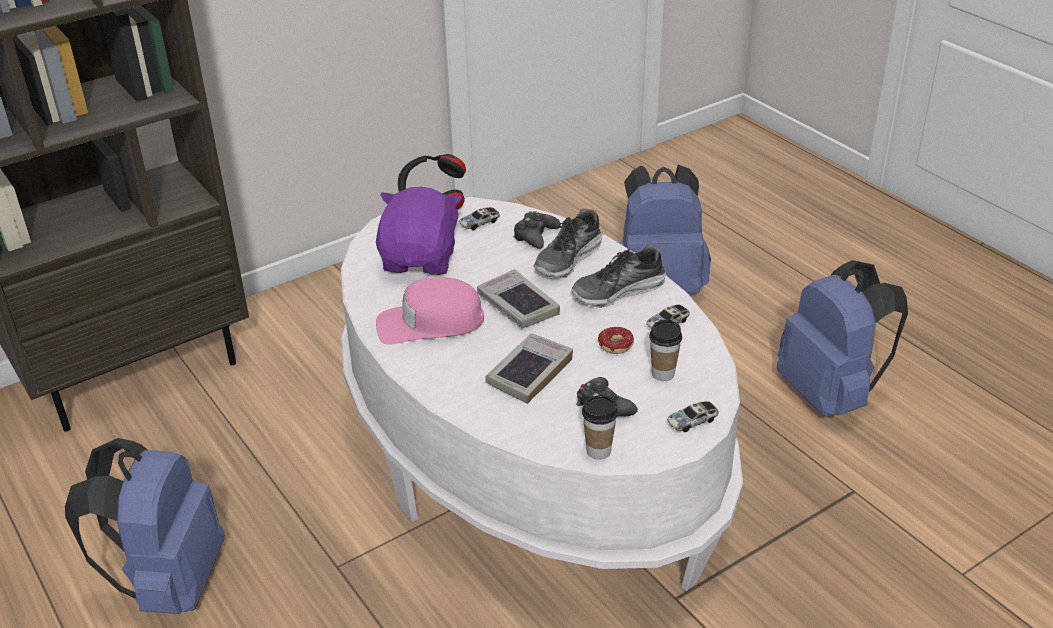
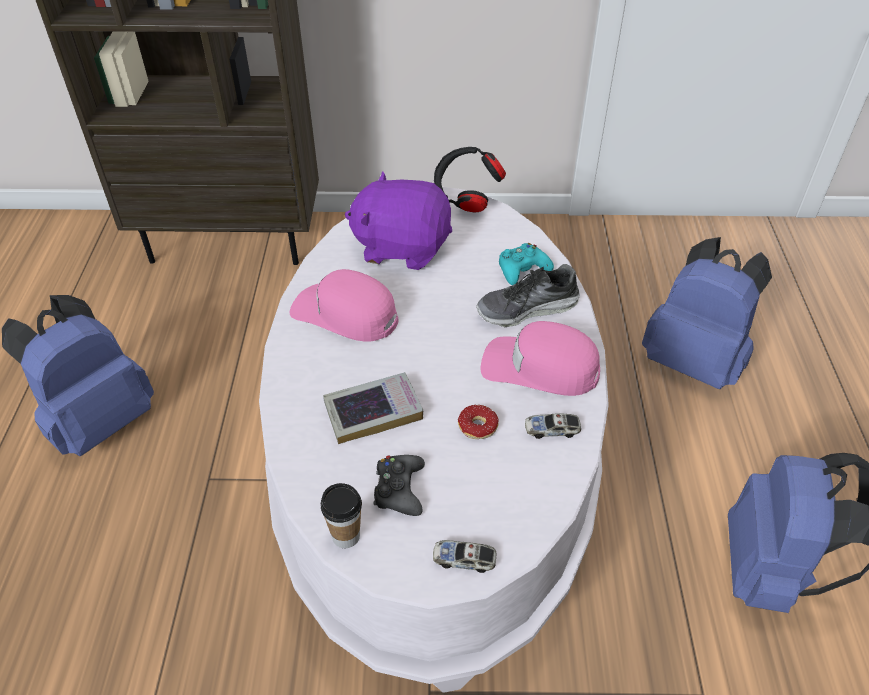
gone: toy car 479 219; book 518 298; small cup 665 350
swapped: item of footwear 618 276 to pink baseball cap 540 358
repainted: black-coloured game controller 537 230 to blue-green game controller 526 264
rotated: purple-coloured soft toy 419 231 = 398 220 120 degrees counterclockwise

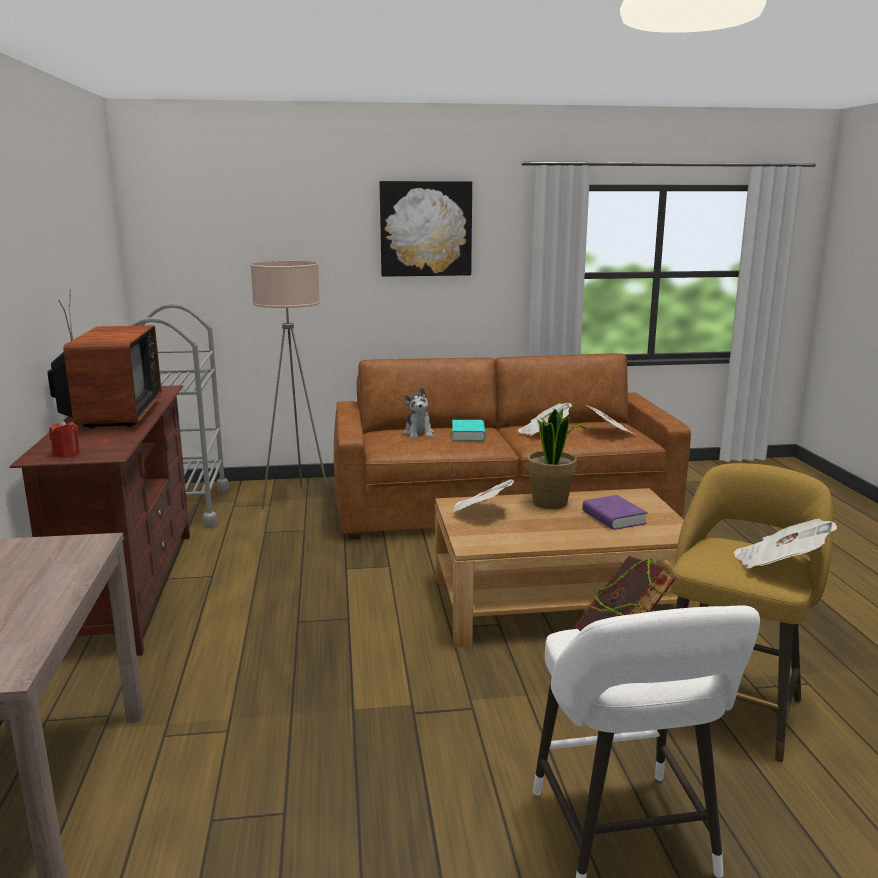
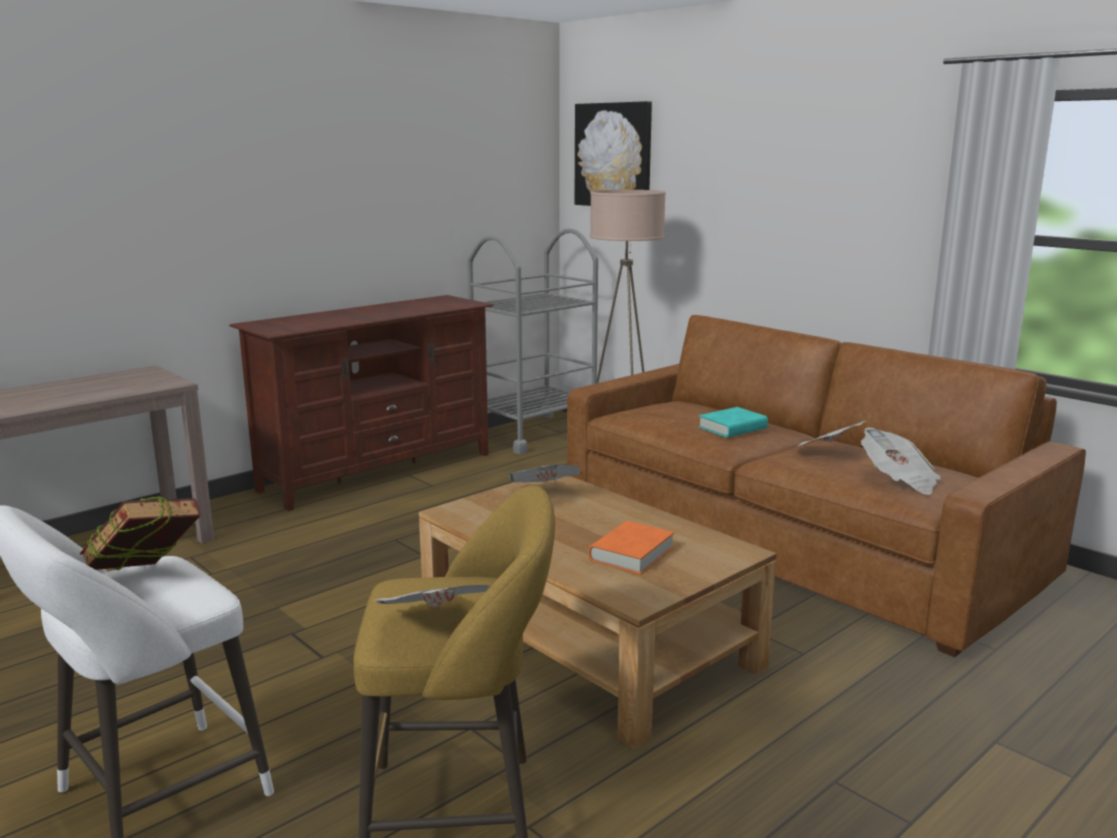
gone: TV set 105 358; red wax light 64 438; soft toy 419 413; houseplant 556 458
shifted: picture 425 229 to 613 153
repainted: purple-coloured book 615 512 to orange book 631 548

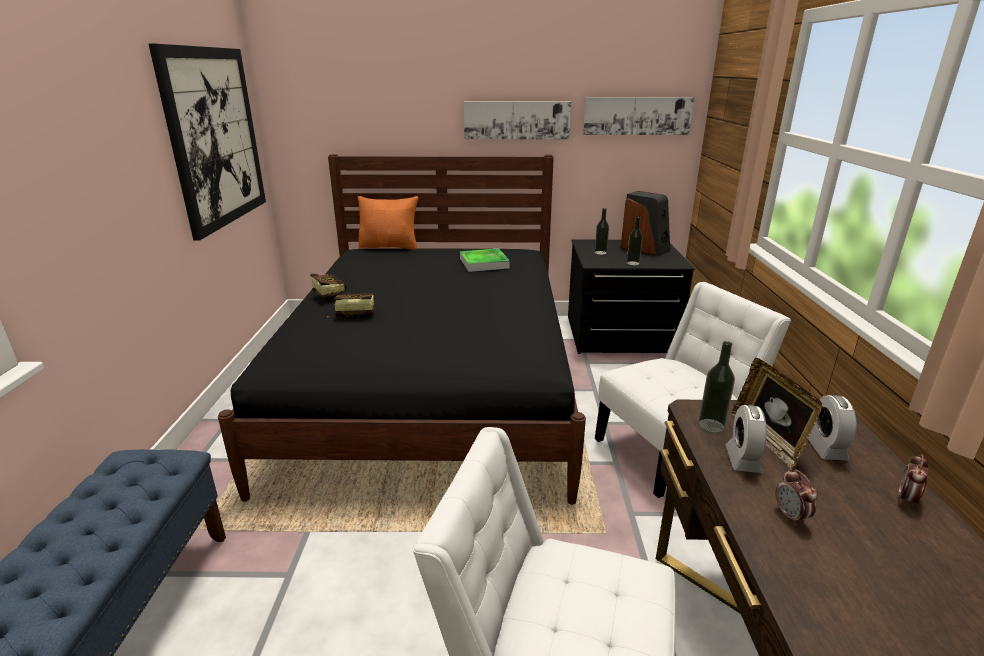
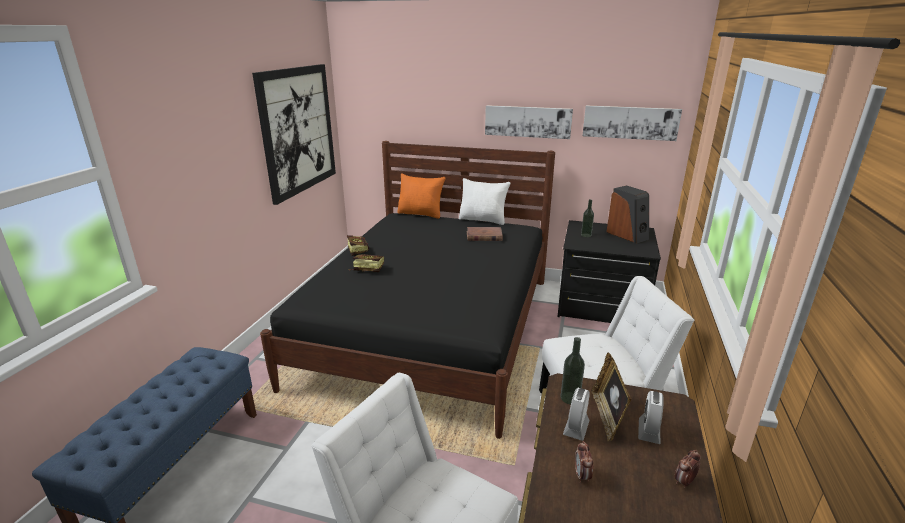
gone: bottle 635 241
new: white-coloured throw pillow 484 201
swapped: tray 485 260 to brownish book 485 234

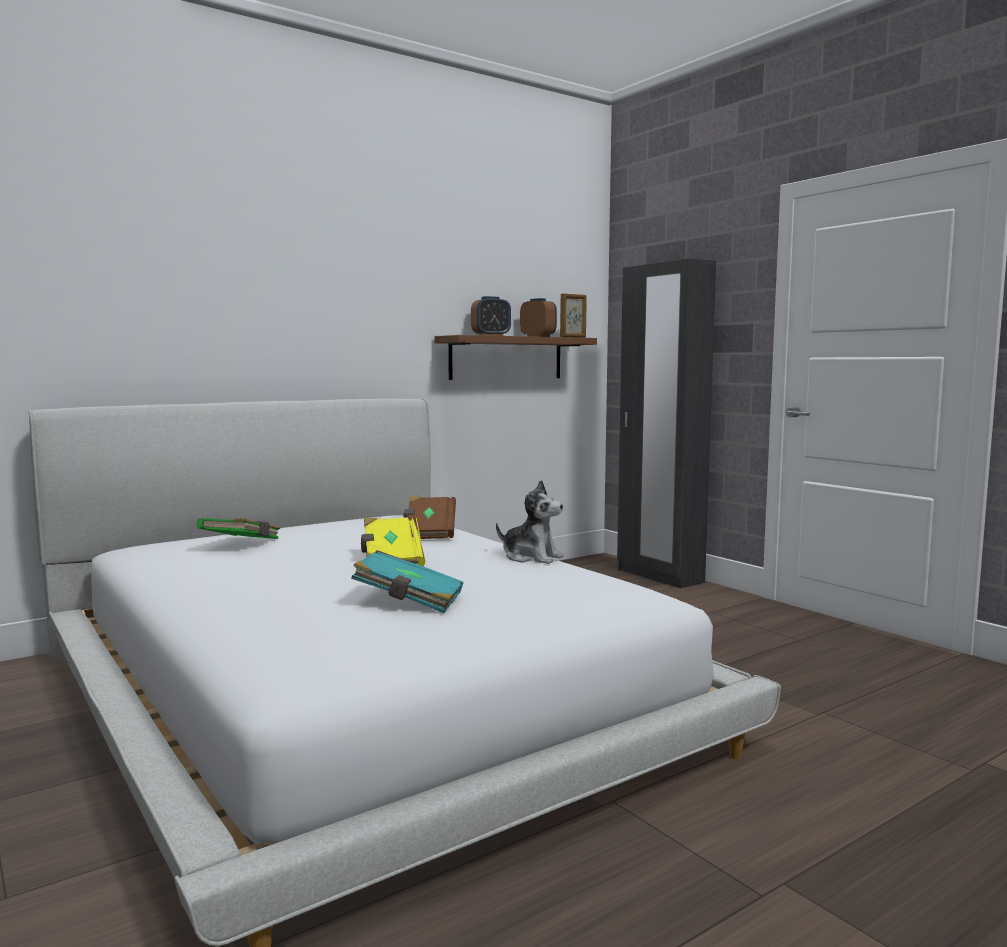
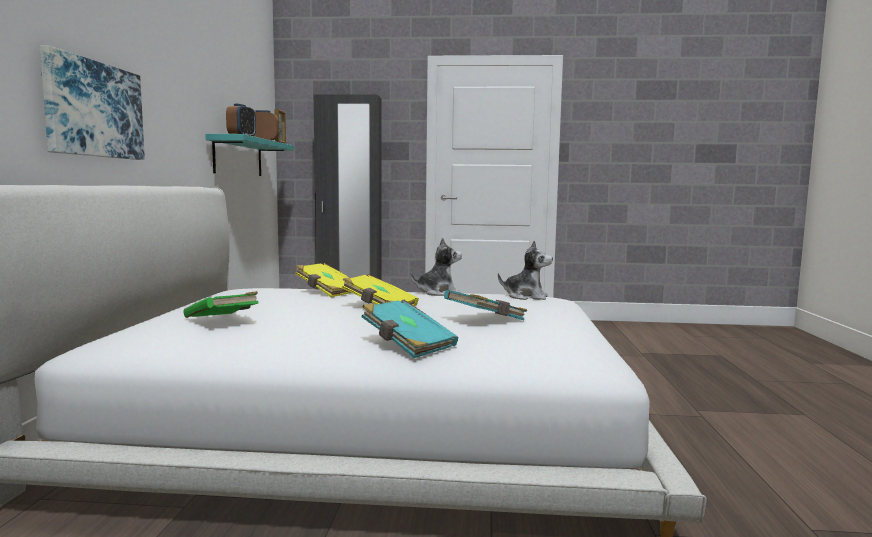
new: picture 92 102; blue-green book 410 329; soft toy 525 270
repainted: brownish shelf 515 357 to blue-green shelf 249 155; brownish book 430 517 to yellow book 323 280

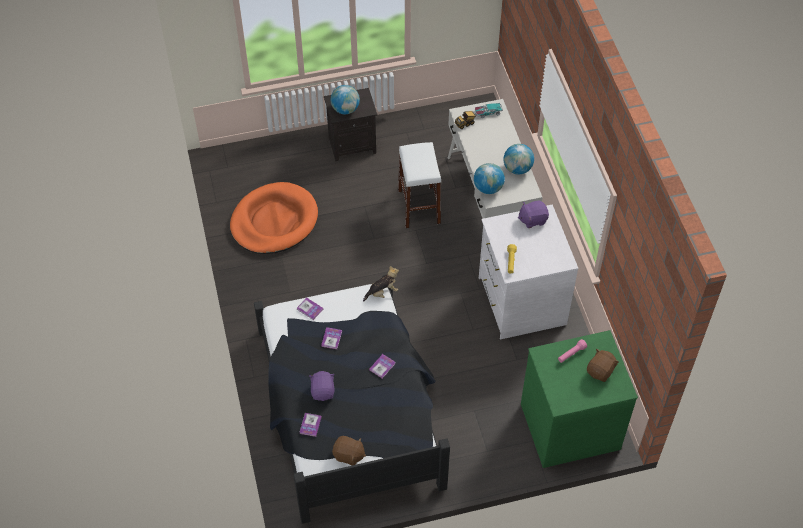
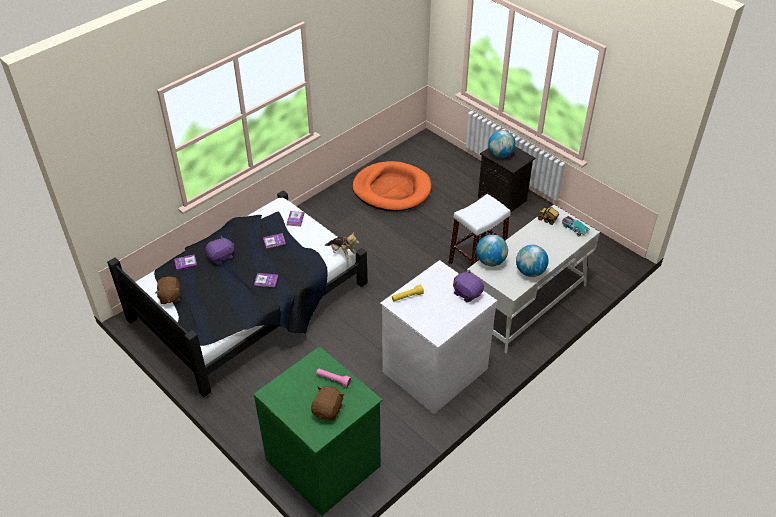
rotated: brownish soft toy 603 365 = 327 403 75 degrees counterclockwise

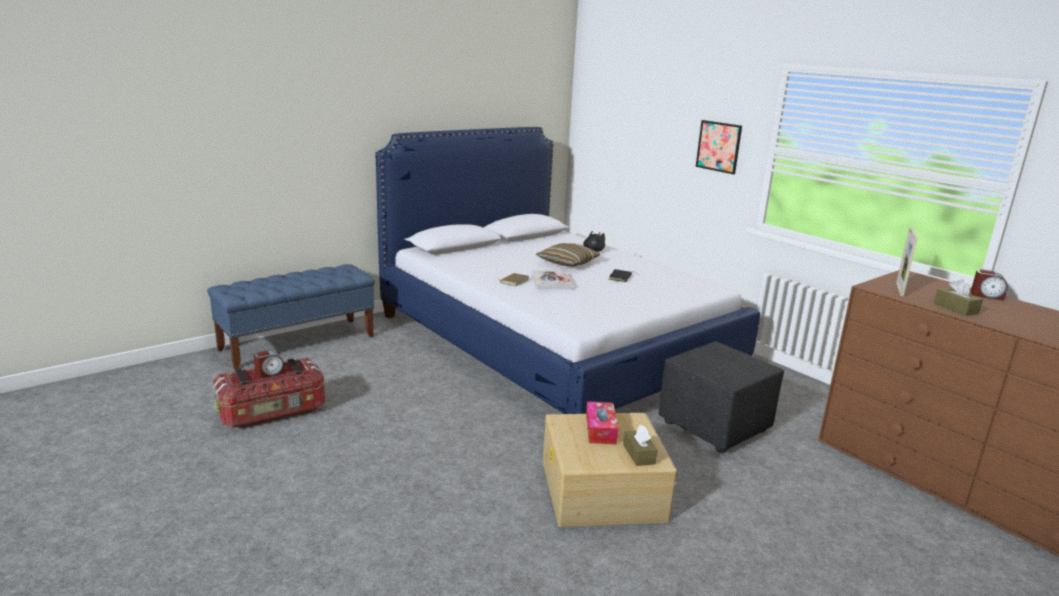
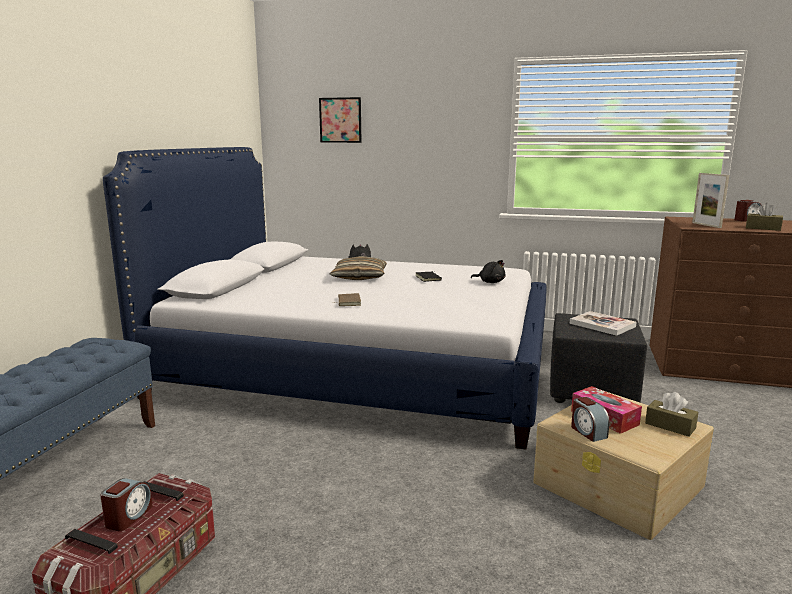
new: black-coloured soft toy 488 271; alarm clock 590 419
shifted: picture 719 147 to 340 120; book 552 279 to 603 323

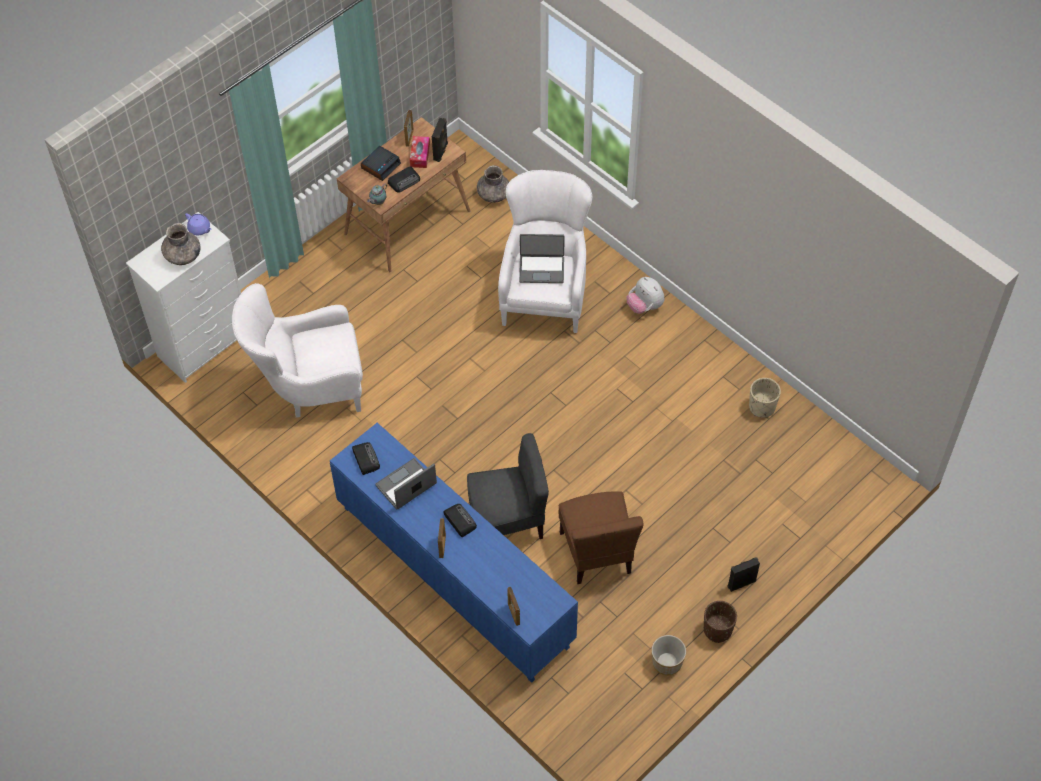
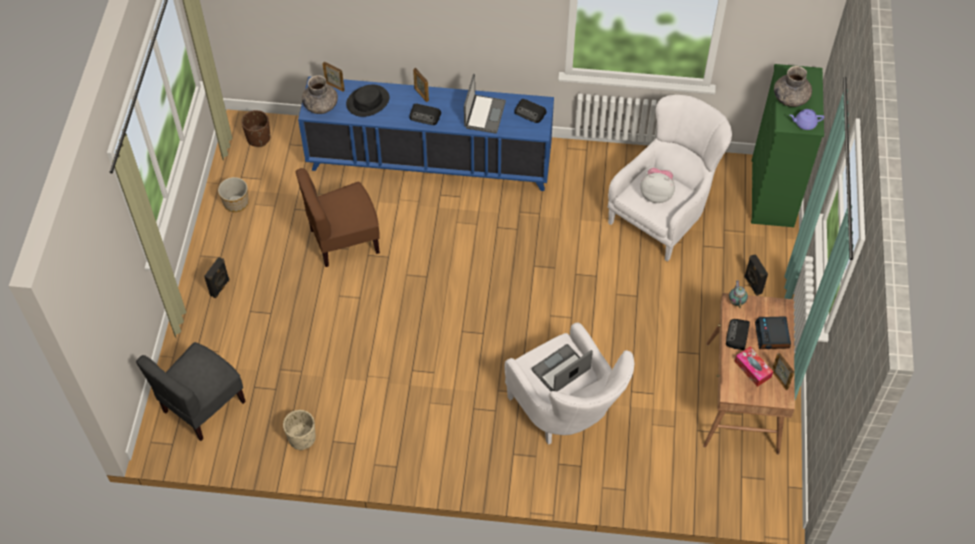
new: black-coloured clothing hat 367 100
shifted: grey upright chair 508 486 to 191 391; brownish planter 720 622 to 256 128; grey flower vase 493 184 to 320 94; soft toy 645 295 to 657 185; black-coloured speaker 440 140 to 756 275
repainted: white-coloured drawer chest 183 297 to green-coloured drawer chest 787 145
rotated: brownish upright chair 601 537 = 337 217 60 degrees counterclockwise

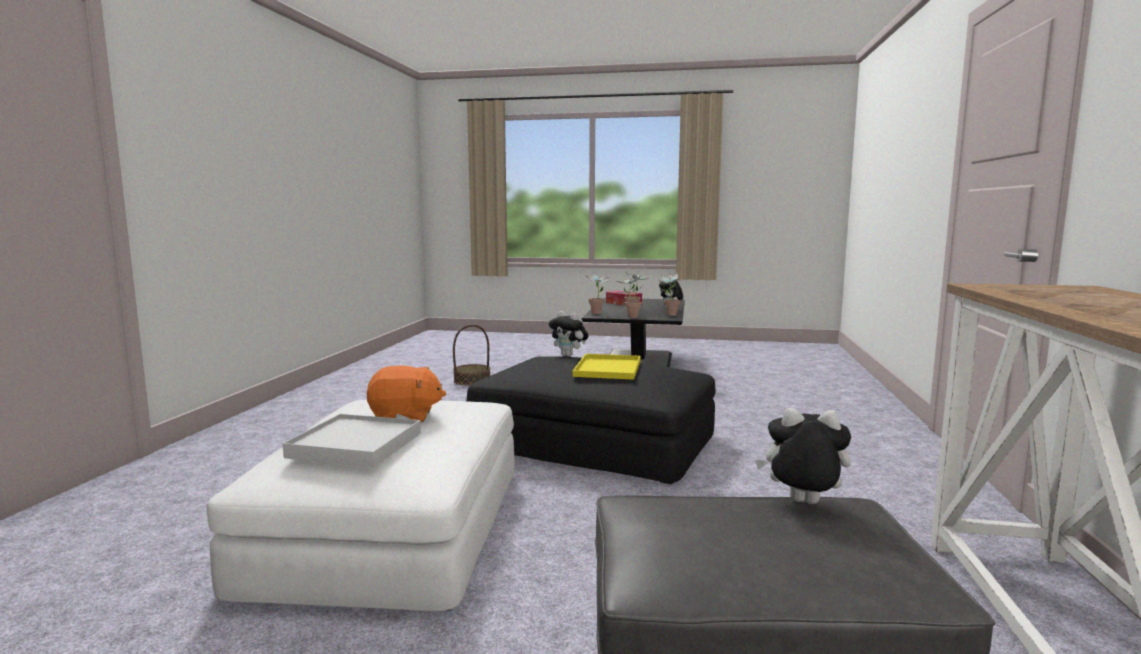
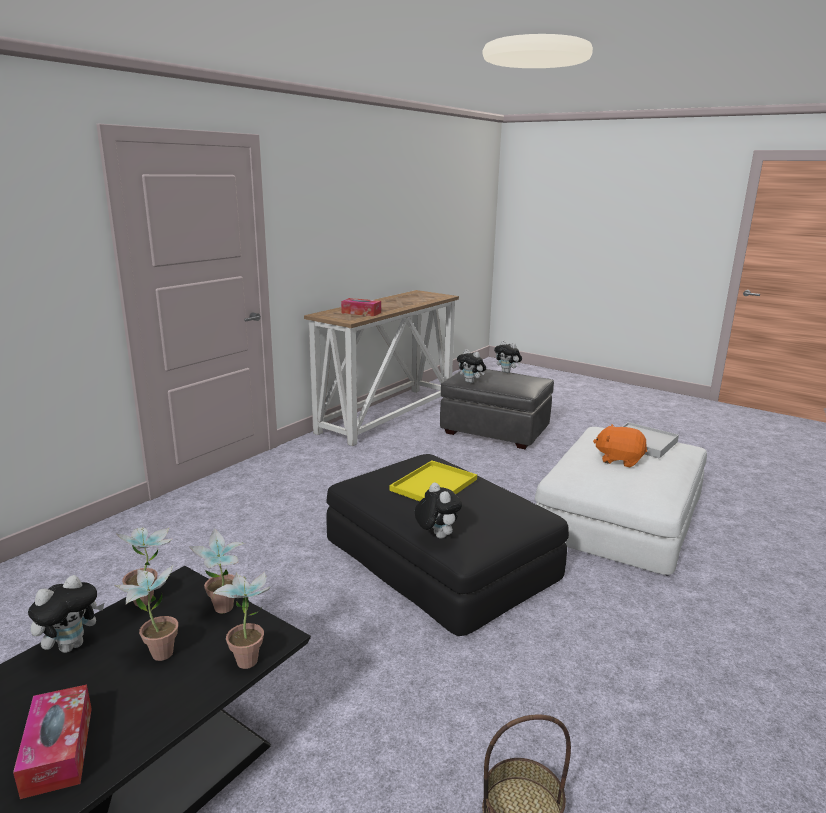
new: tissue holder 361 307; soft toy 508 356

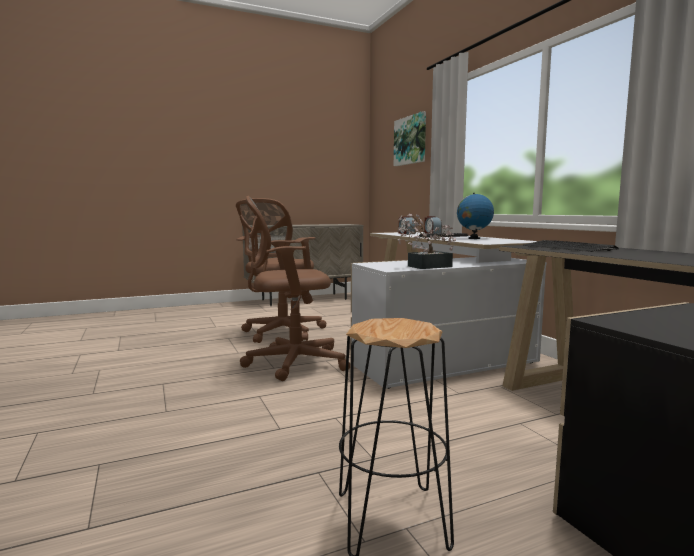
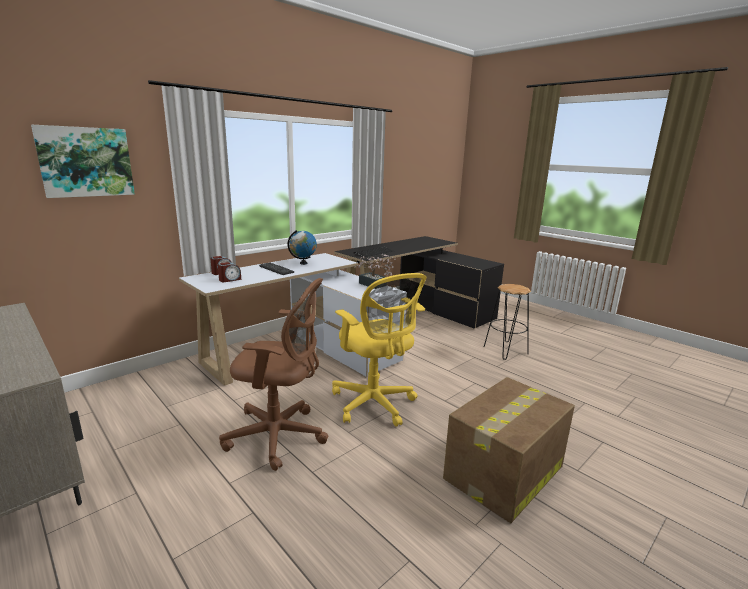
new: carton 509 450
repainted: brownish computer chair 295 288 to yellow computer chair 379 350

